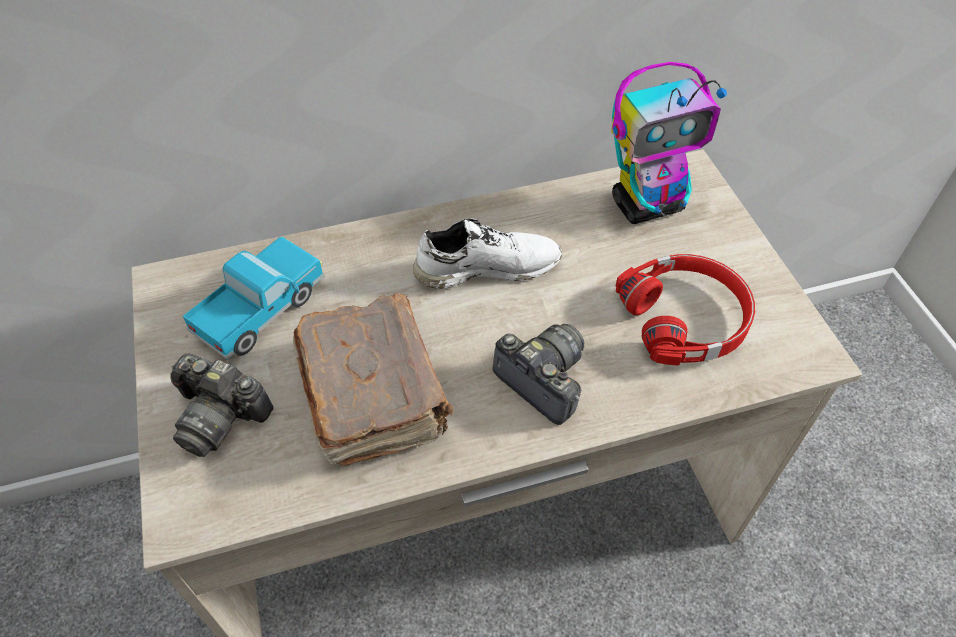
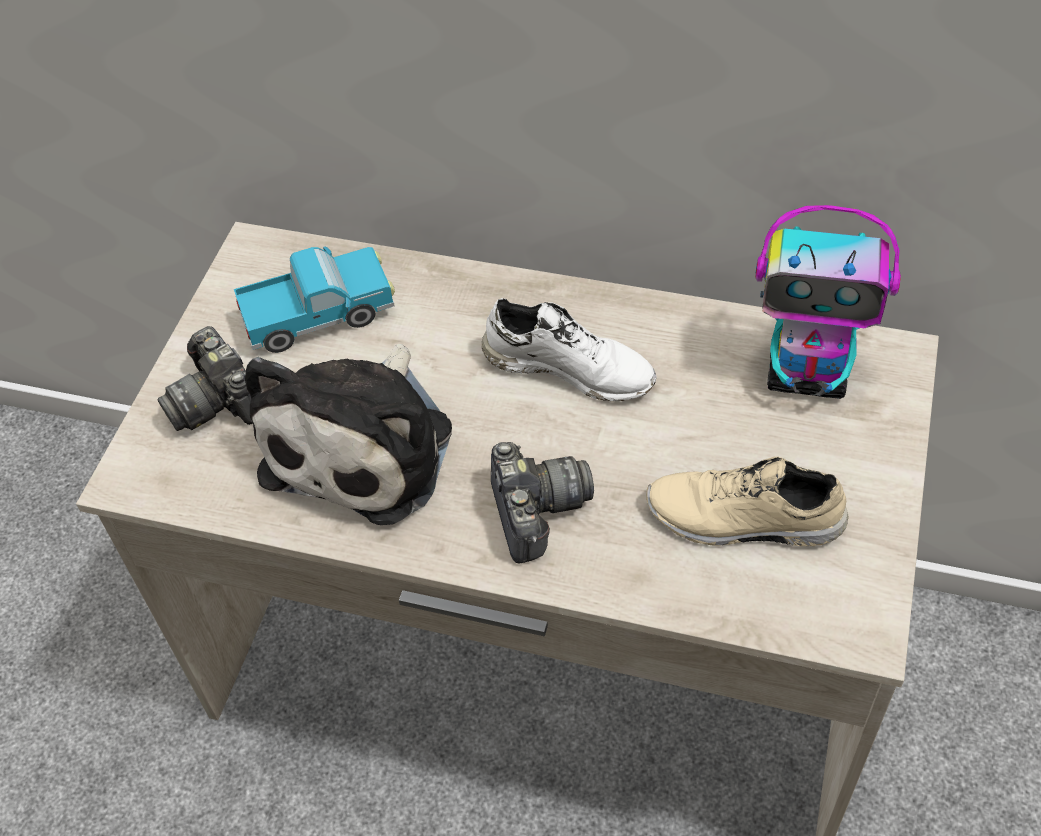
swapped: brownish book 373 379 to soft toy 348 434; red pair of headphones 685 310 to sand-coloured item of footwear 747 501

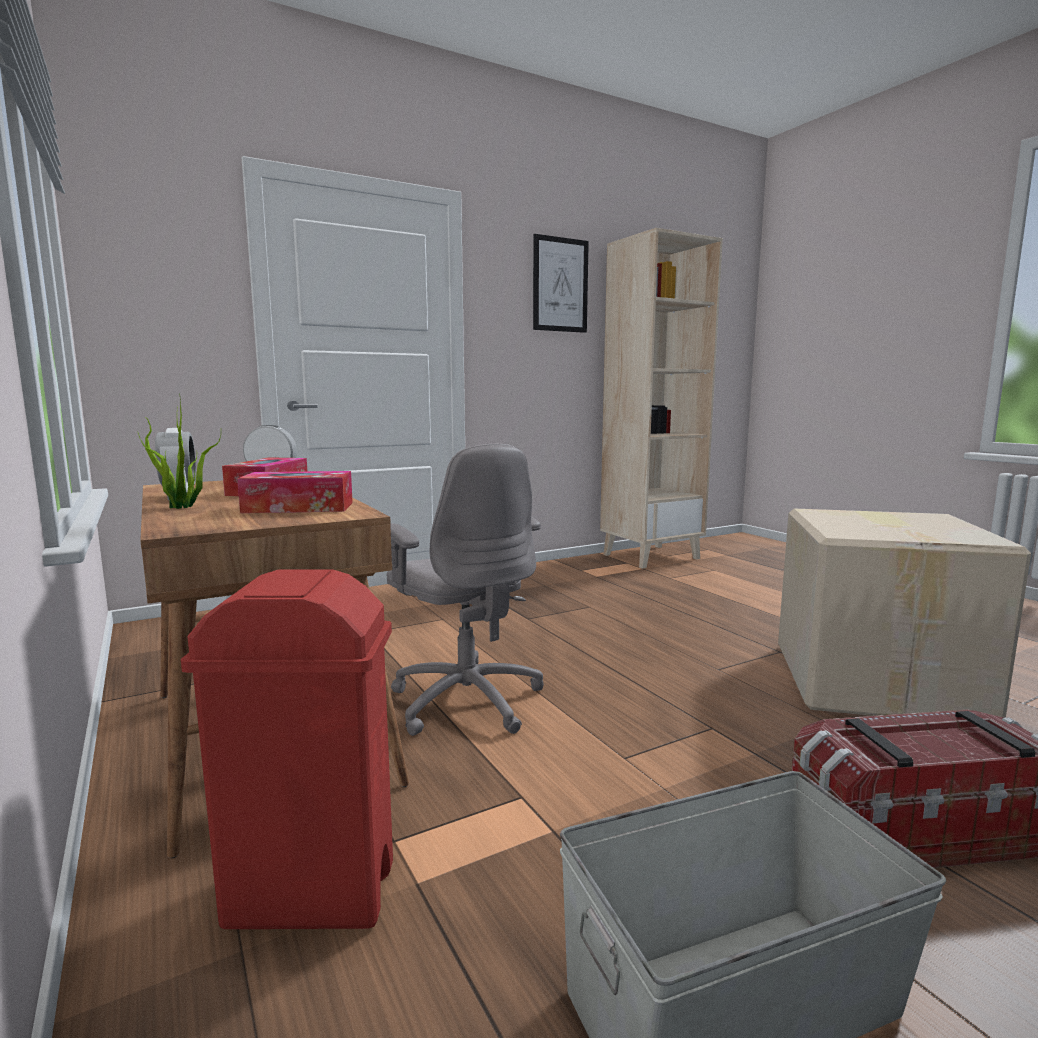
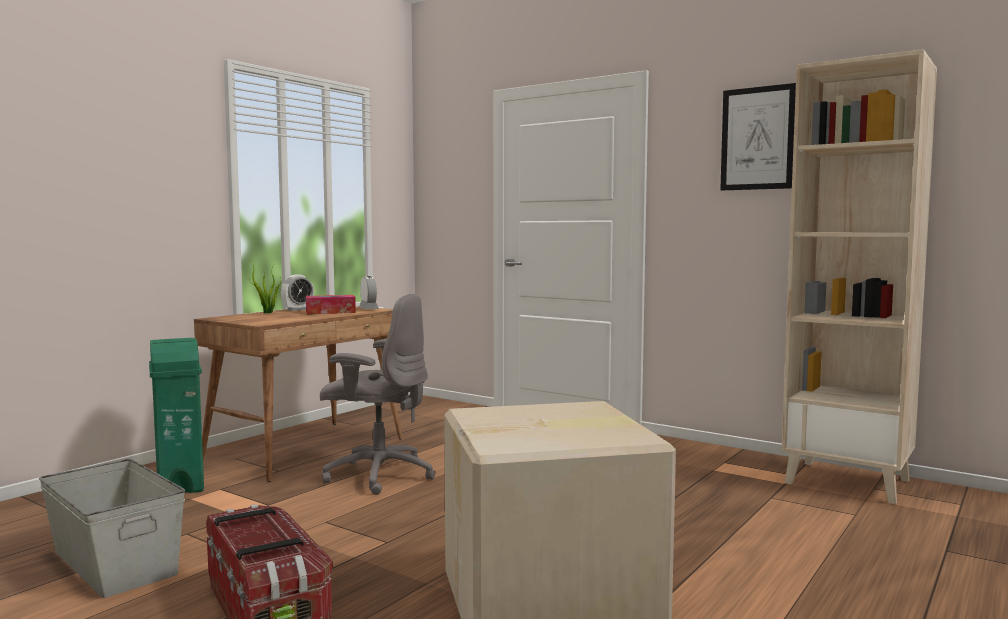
gone: tissue holder 295 492
repainted: red rubbish bin 287 749 to green-coloured rubbish bin 176 415
rotated: grey computer chair 465 590 = 378 394 105 degrees counterclockwise

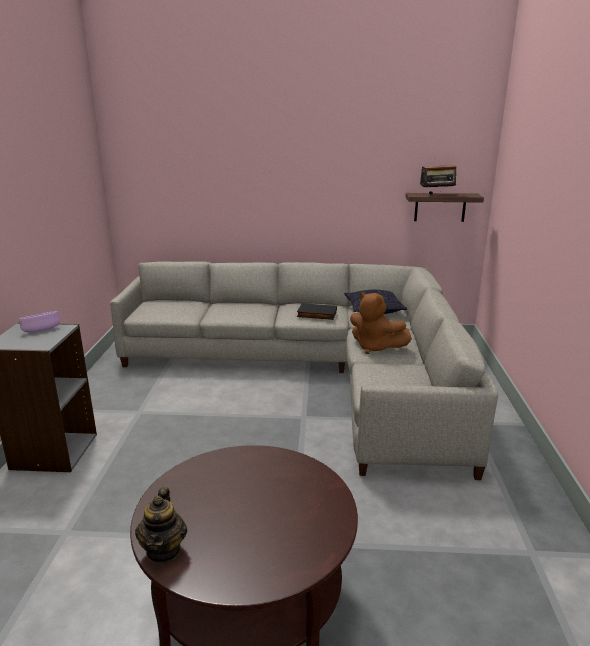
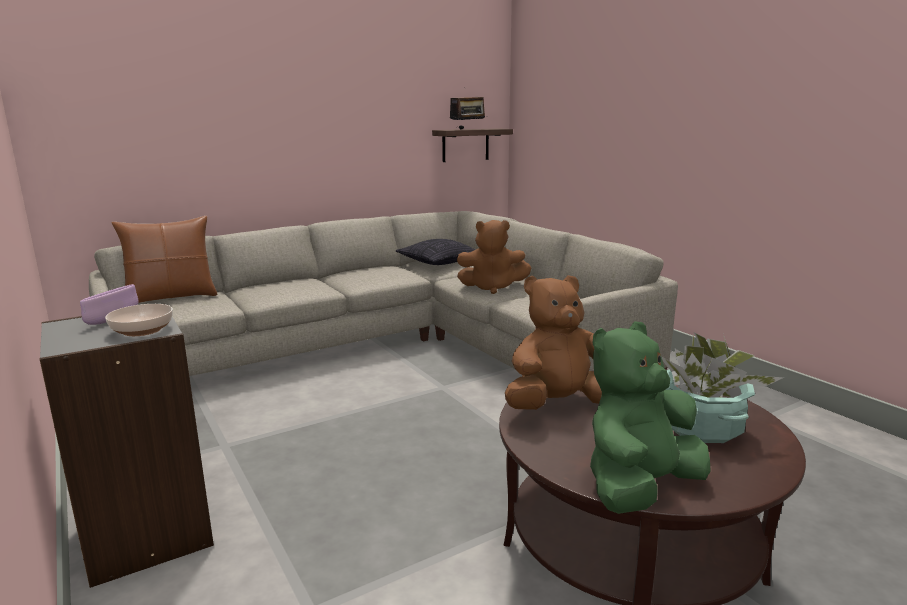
gone: black-coloured book 317 311
new: deep dish 139 320; brownish throw pillow 164 259; brownish soft toy 553 342; houseplant 723 387
swapped: pot for tea 161 525 to green-coloured soft toy 650 417

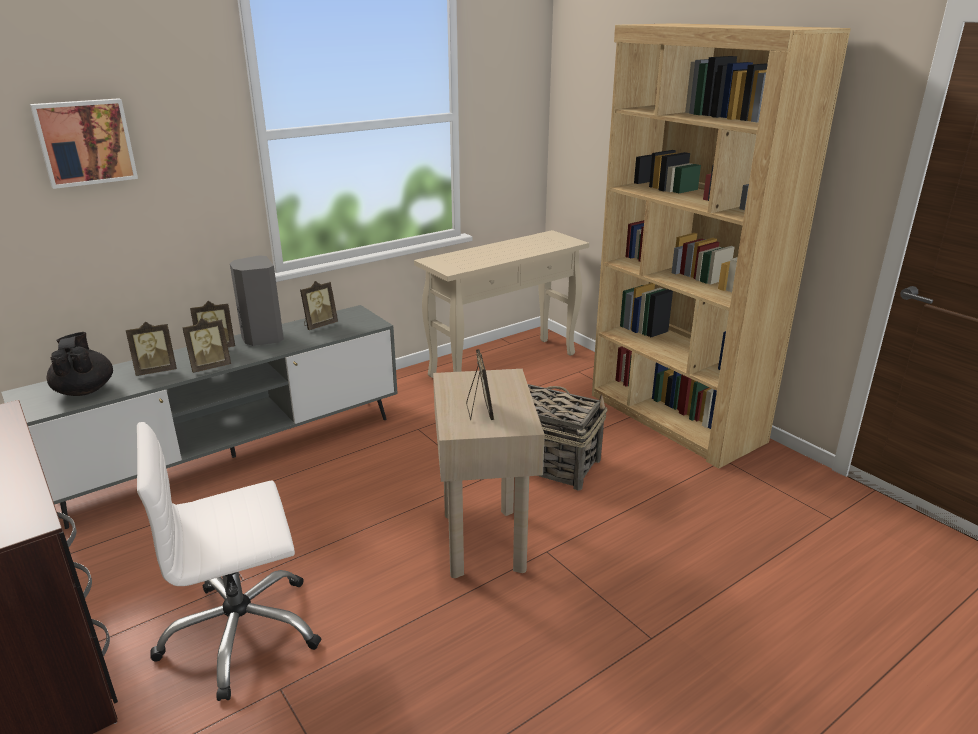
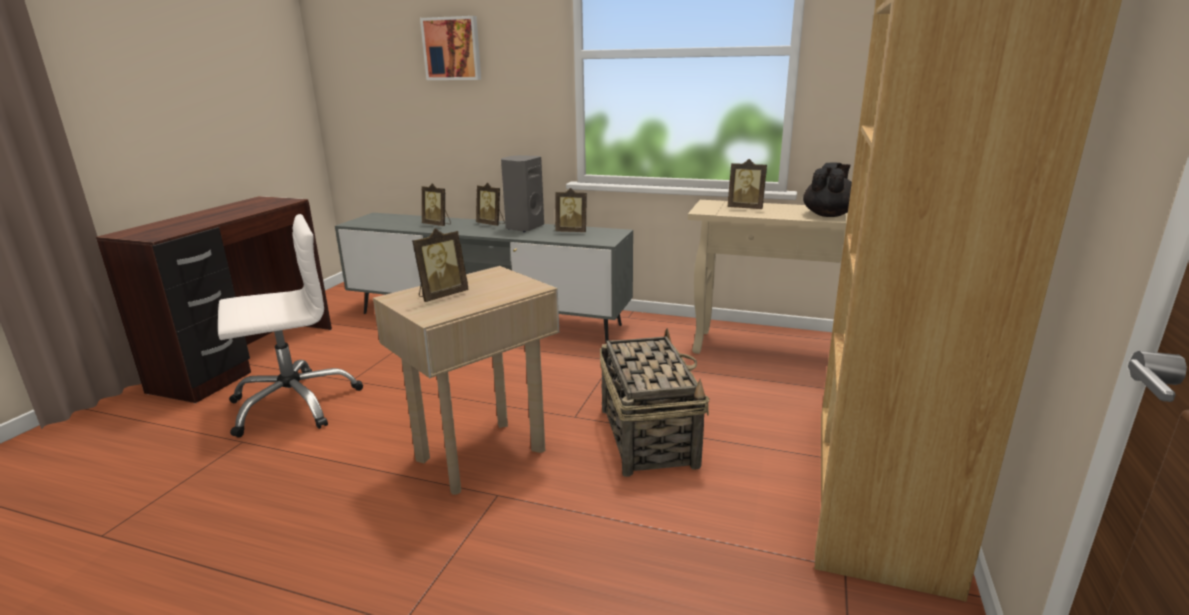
shifted: picture frame 206 345 to 747 184; black-coloured pot for tea 80 364 to 827 189
rotated: white-coloured computer chair 229 561 = 290 326 120 degrees clockwise

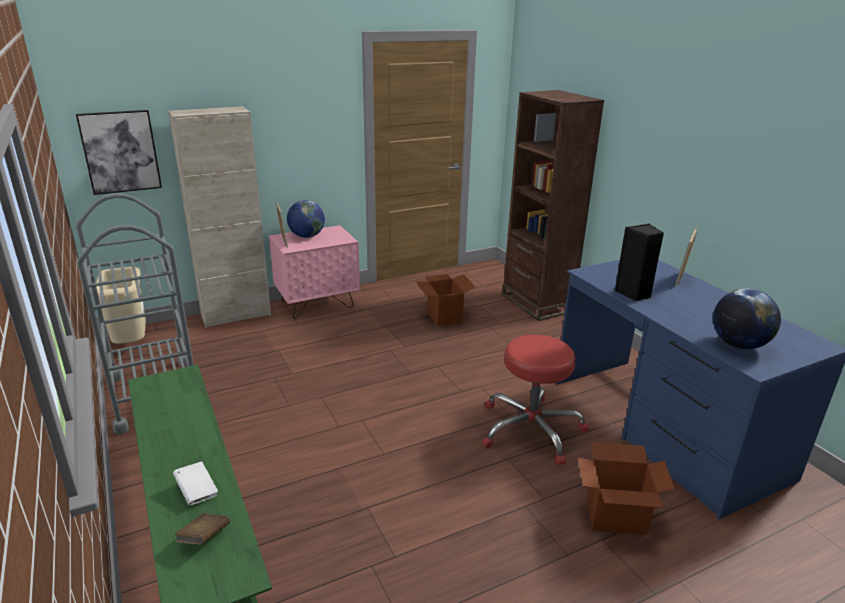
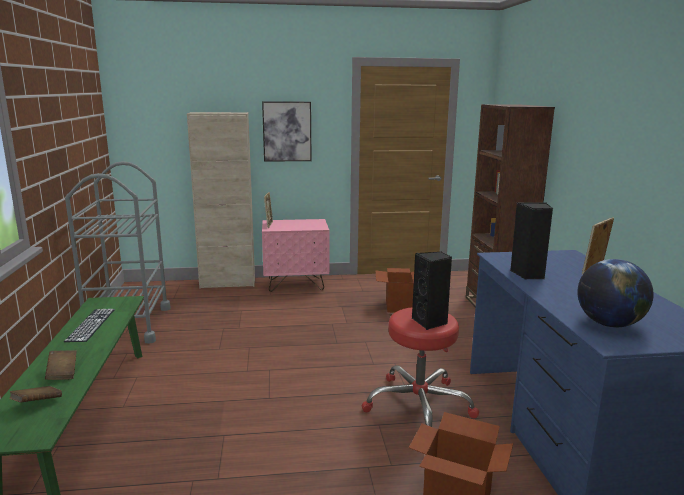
gone: sand-coloured rubbish bin 121 305; globe 306 219
new: keyboard 89 325; black-coloured speaker 432 291
shifted: picture 119 152 to 287 131
repainted: white-coloured book 195 483 to brownish book 61 365

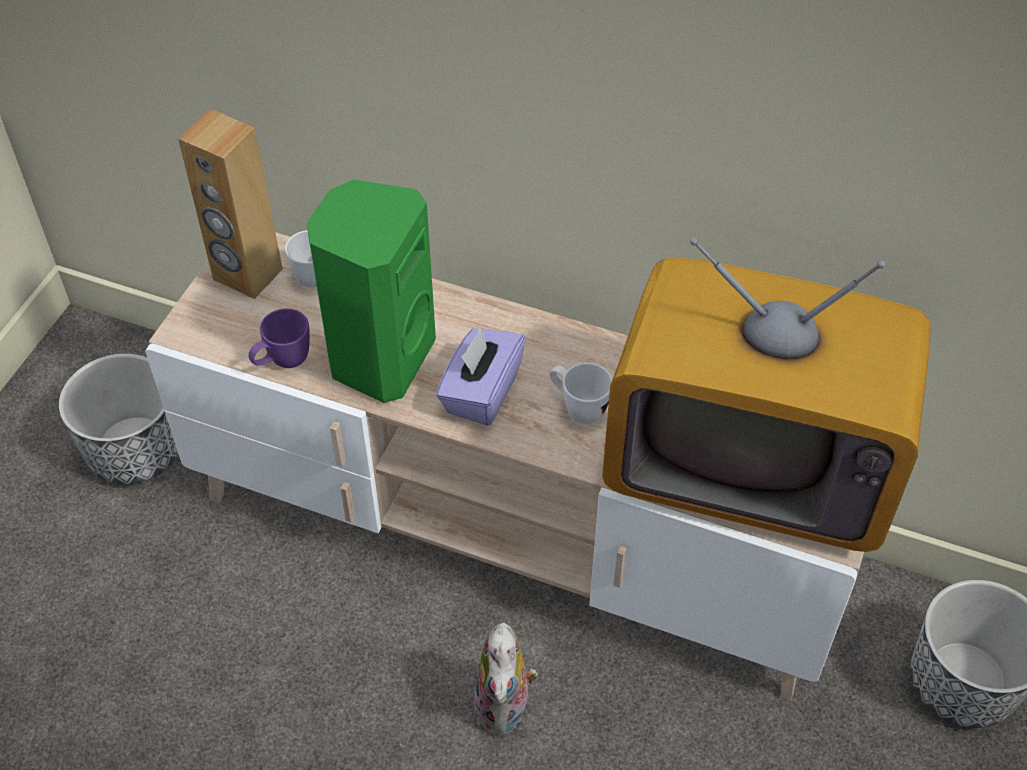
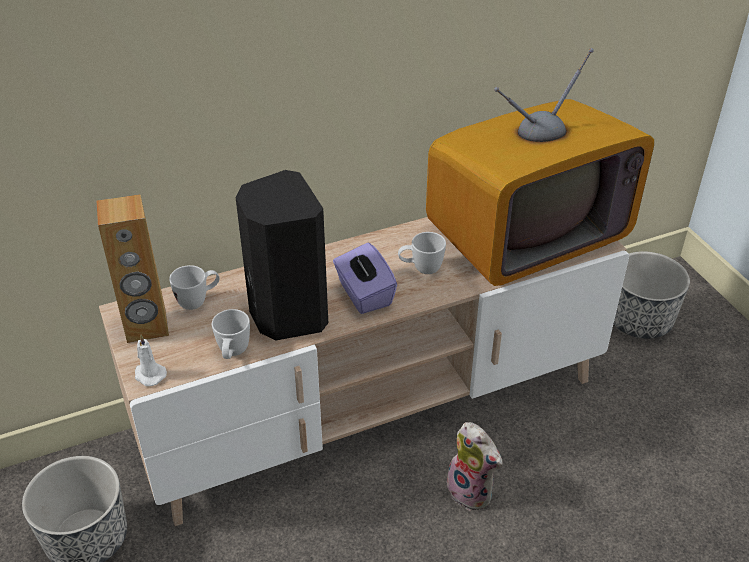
new: white-coloured wax light 151 360
repainted: purple-coloured mug 279 338 to white-coloured mug 231 334; green-coloured speaker 371 291 to black-coloured speaker 282 255

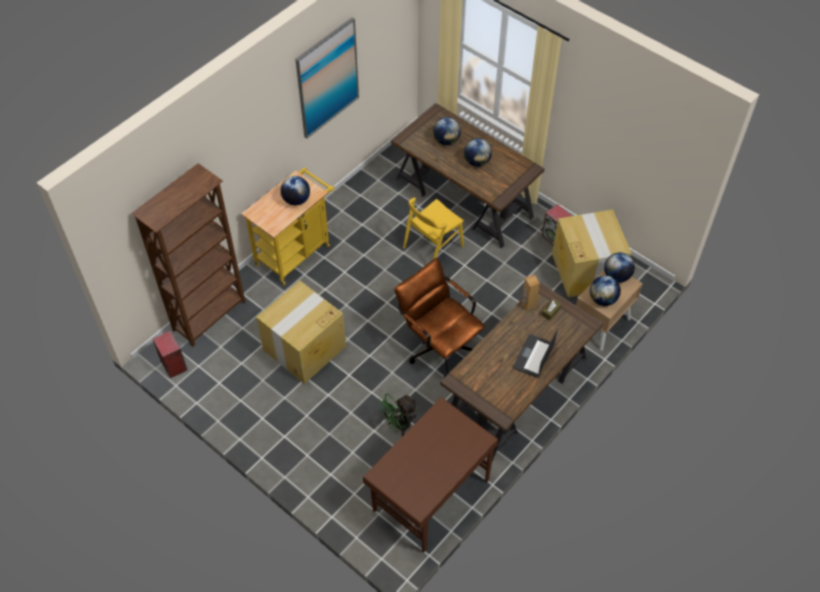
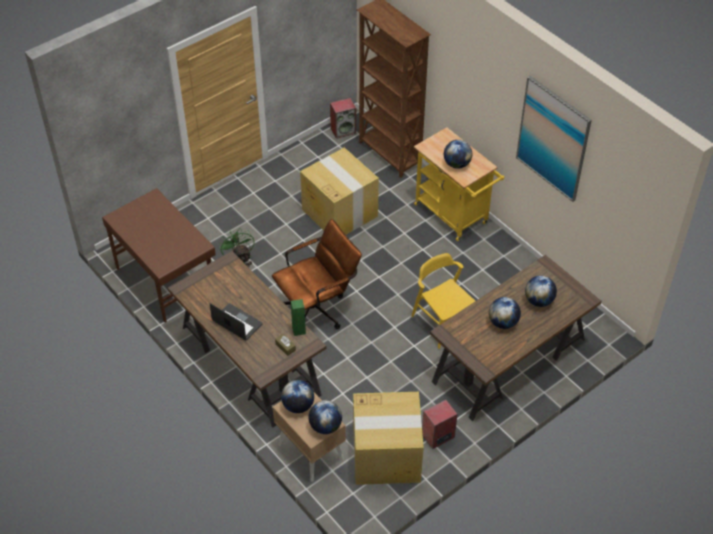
repainted: brownish speaker 530 293 to green-coloured speaker 298 317

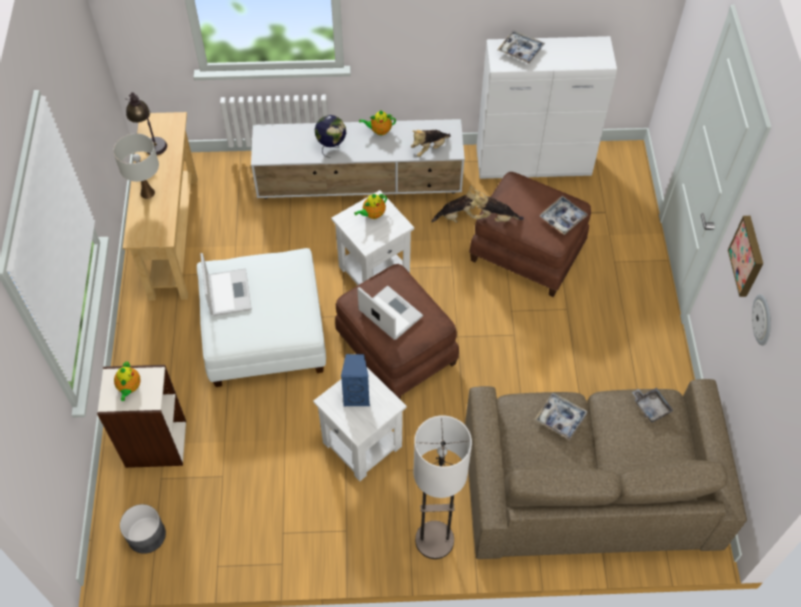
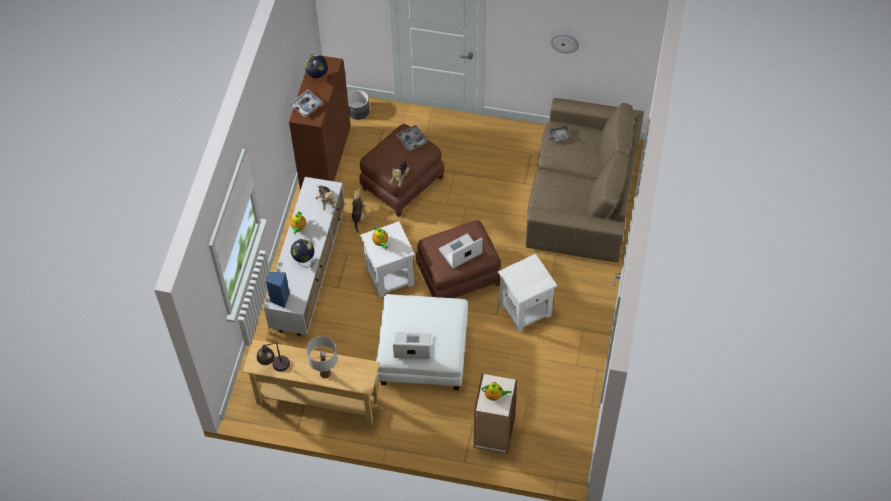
gone: standard lamp 442 487; tray 561 416; picture 745 256
new: globe 316 68
shifted: blue-coloured speaker 355 380 to 278 290; grey planter 143 529 to 358 105
repainted: white-coloured cupboard 546 107 to brownish cupboard 320 122

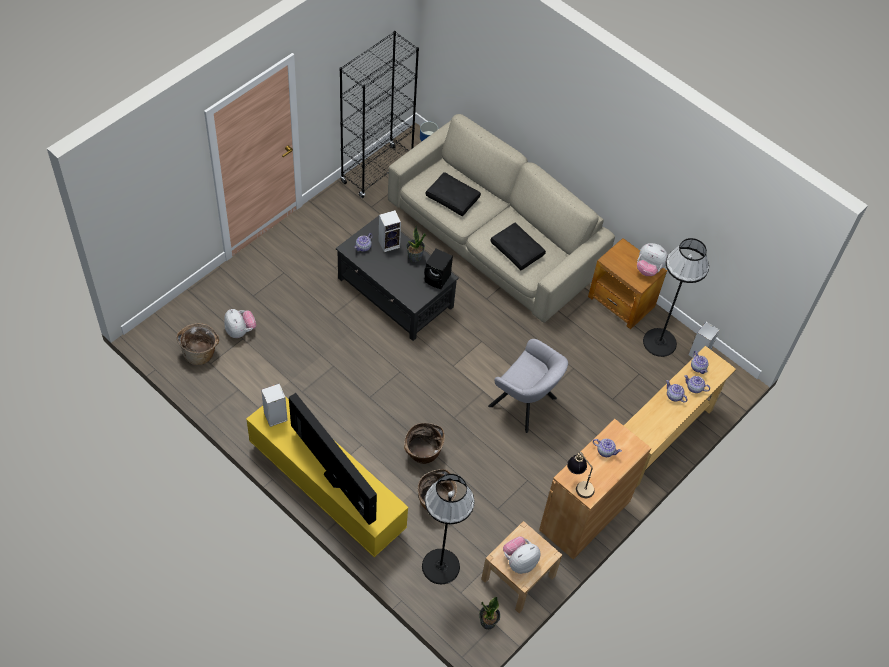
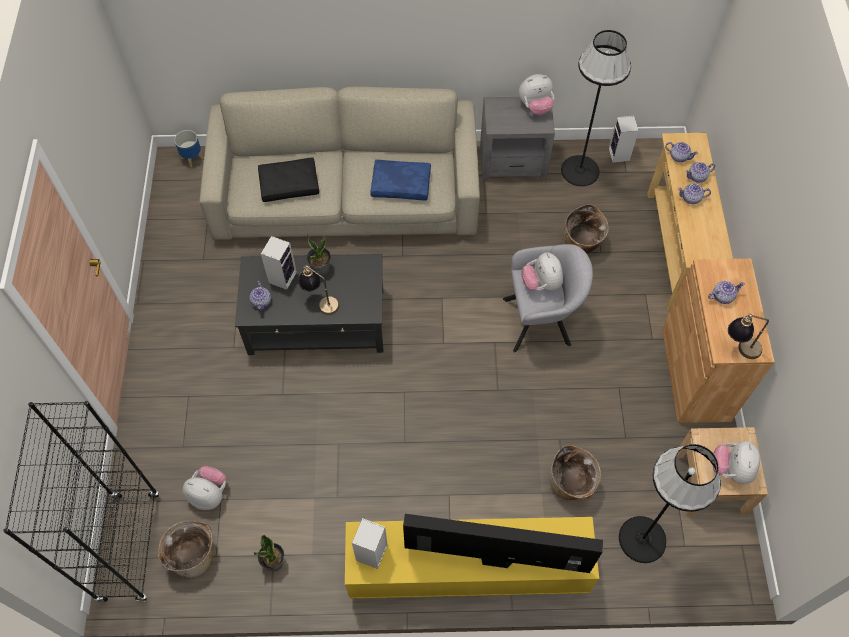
gone: black-coloured speaker 438 269
new: tabletop lamp 319 290; soft toy 542 271
shifted: black-coloured shelving unit 379 114 to 81 502; houseplant 490 613 to 269 553; basket 424 443 to 586 228
repainted: black-coloured throw pillow 518 246 to blue-coloured throw pillow 400 180; brownish end table 627 283 to grey end table 517 139

